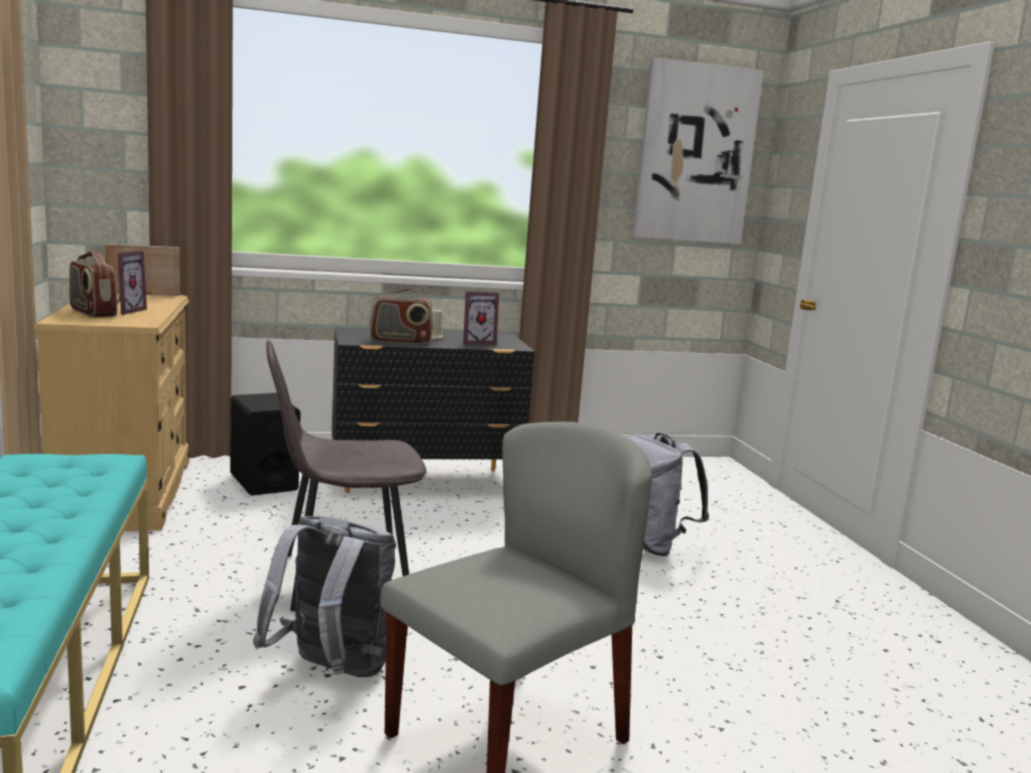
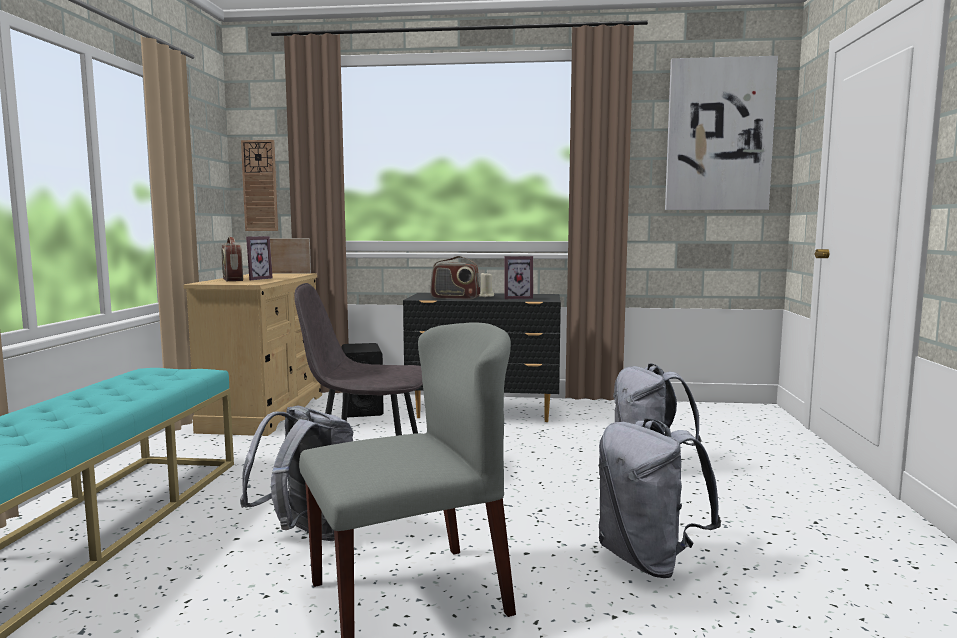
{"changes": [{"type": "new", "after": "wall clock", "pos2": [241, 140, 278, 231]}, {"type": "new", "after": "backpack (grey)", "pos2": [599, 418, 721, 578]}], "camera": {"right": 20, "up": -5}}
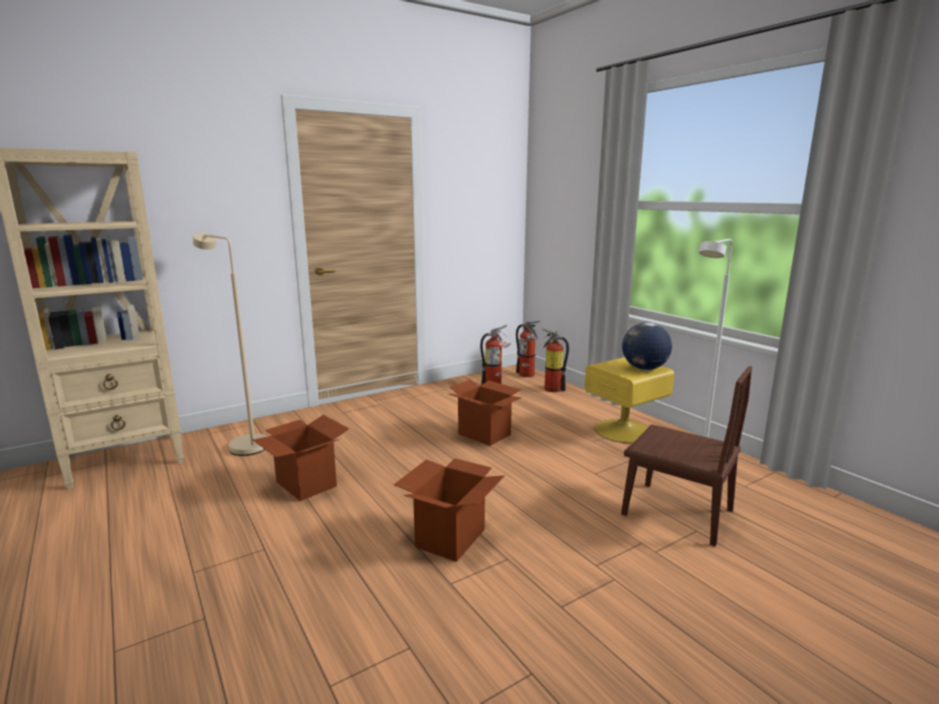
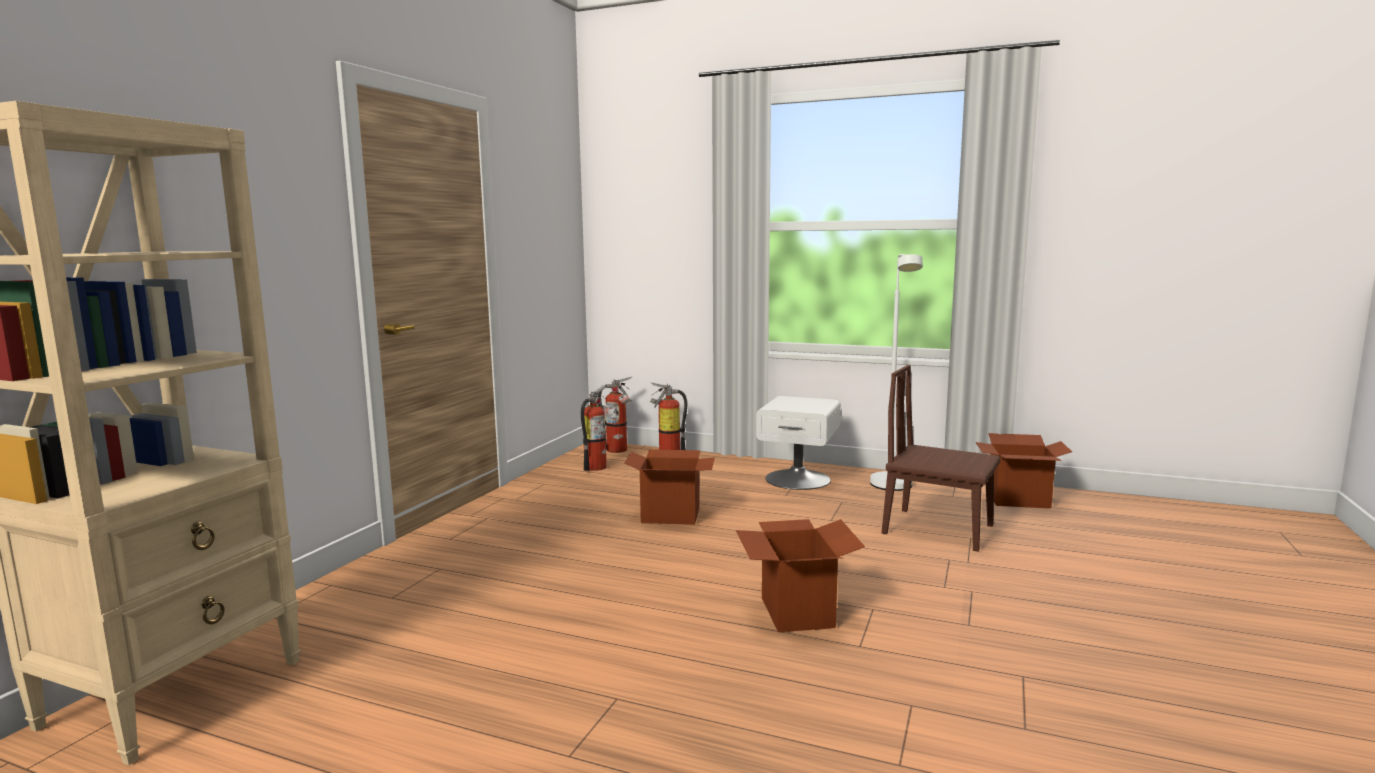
{"changes": [{"type": "repainted", "before": "nightstand (yellow)", "after": "nightstand (white)", "pos1": [585, 357, 675, 443], "pos2": [756, 396, 841, 490]}, {"type": "rotated", "before": "chair (brown)", "pos1": [621, 366, 752, 546], "pos2": [882, 365, 1000, 552], "turn": -150}, {"type": "shifted", "before": "cardboard box", "pos1": [253, 415, 349, 501], "pos2": [976, 433, 1072, 509]}, {"type": "gone", "before": "floor lamp (beige)", "pos1": [193, 233, 267, 456]}, {"type": "gone", "before": "globe", "pos1": [622, 323, 672, 370]}], "camera": {"right": -35, "up": -5}}
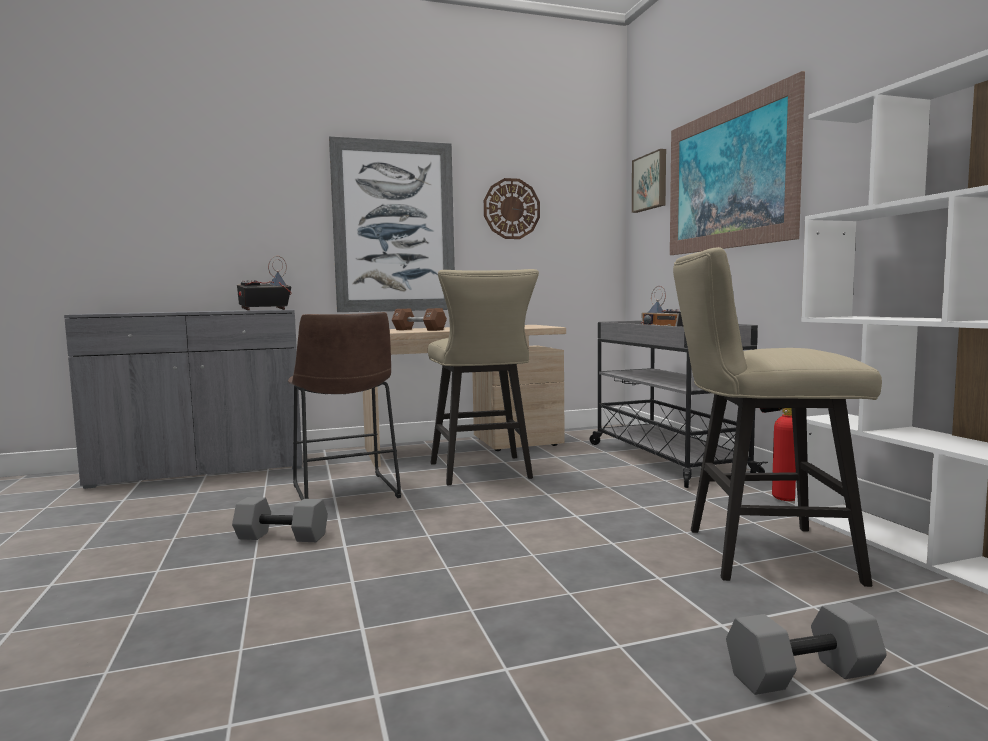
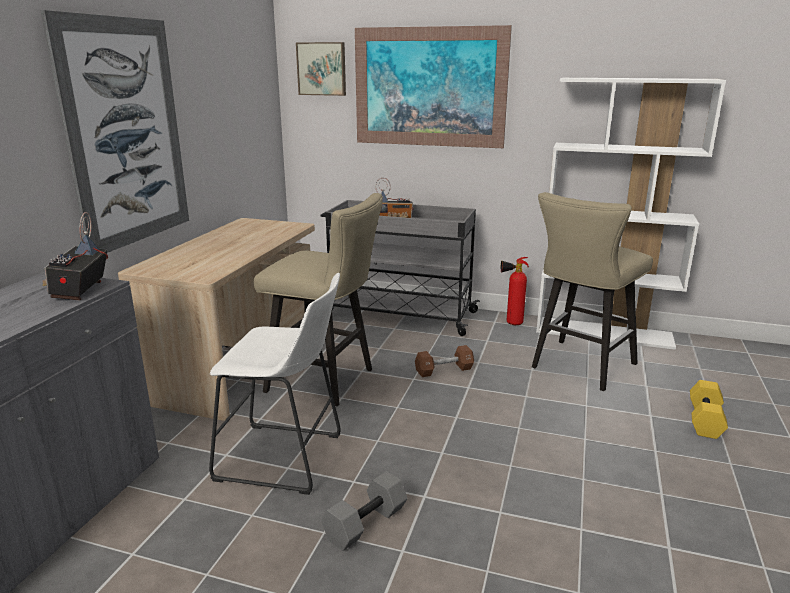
{"changes": [{"type": "repainted", "before": "stool (brown)", "after": "stool (white)", "pos1": [288, 312, 401, 501], "pos2": [209, 273, 341, 495]}, {"type": "shifted", "before": "dumbbell (brown)", "pos1": [392, 308, 447, 331], "pos2": [415, 345, 474, 377]}, {"type": "repainted", "before": "dumbbell (grey)", "after": "dumbbell (yellow)", "pos1": [726, 602, 887, 695], "pos2": [690, 380, 728, 439]}, {"type": "gone", "before": "wall clock", "pos1": [484, 178, 540, 239]}], "camera": {"right": -55, "up": 15}}
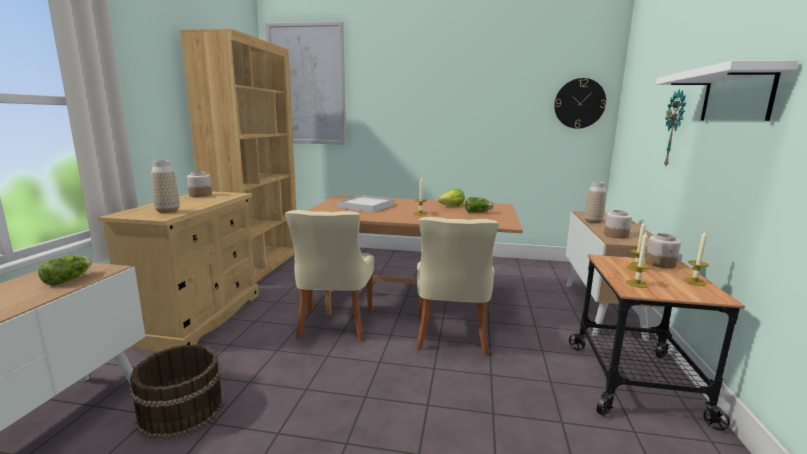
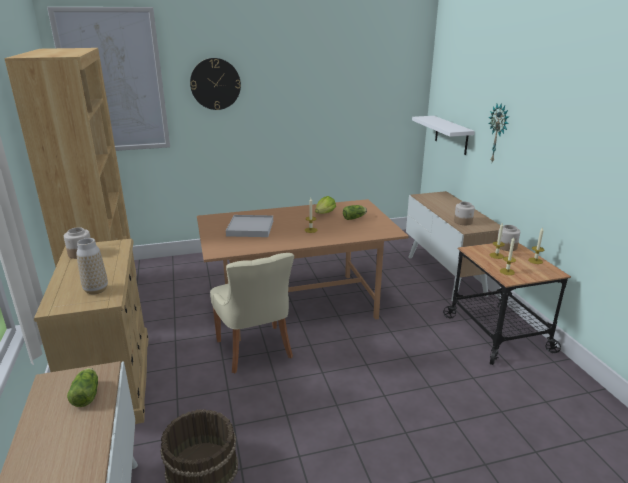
{"changes": [{"type": "shifted", "before": "wall clock", "pos1": [554, 78, 606, 129], "pos2": [190, 58, 241, 110]}, {"type": "shifted", "before": "shelf (white)", "pos1": [656, 60, 798, 121], "pos2": [412, 116, 475, 155]}, {"type": "gone", "before": "chair (beige)", "pos1": [416, 217, 499, 356]}, {"type": "gone", "before": "vase", "pos1": [584, 181, 606, 224]}], "camera": {"right": -25, "up": 10}}
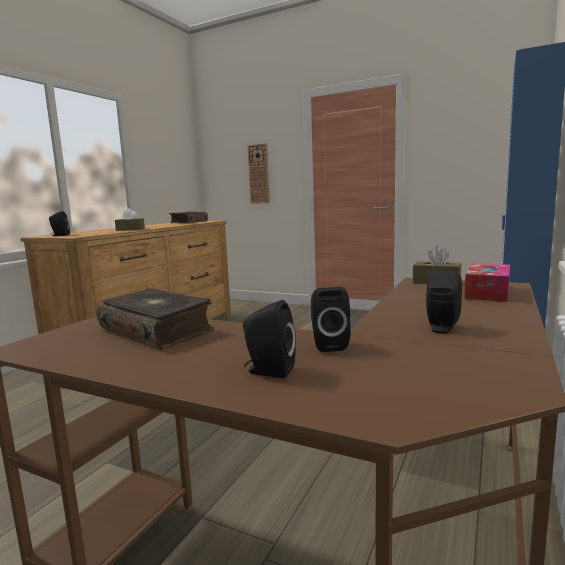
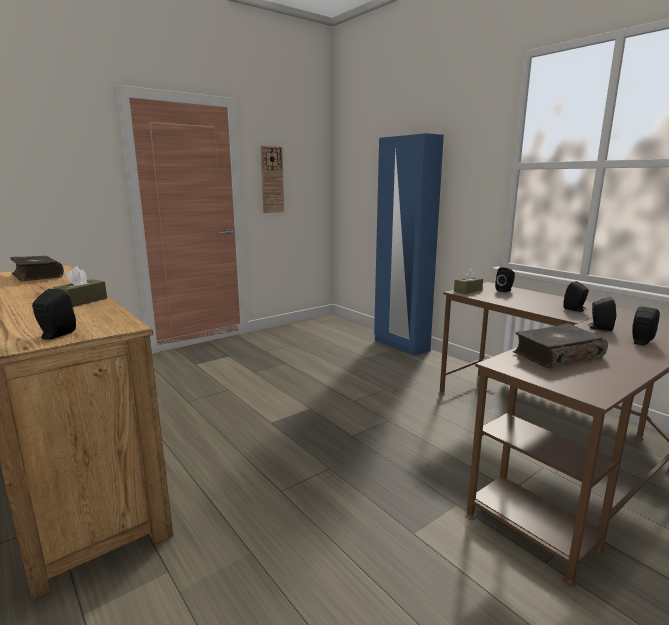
{"changes": [{"type": "shifted", "before": "wall clock", "pos1": [247, 143, 270, 204], "pos2": [261, 146, 284, 213]}, {"type": "swapped", "before": "tissue box", "after": "speaker (black)", "pos1": [464, 263, 510, 302], "pos2": [495, 267, 515, 292]}], "camera": {"right": -65, "up": 5}}
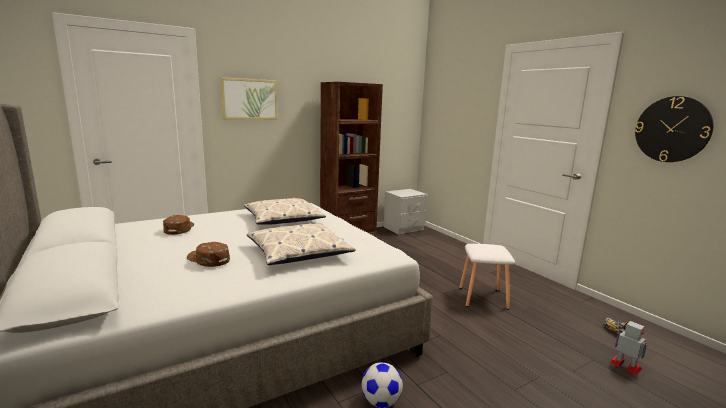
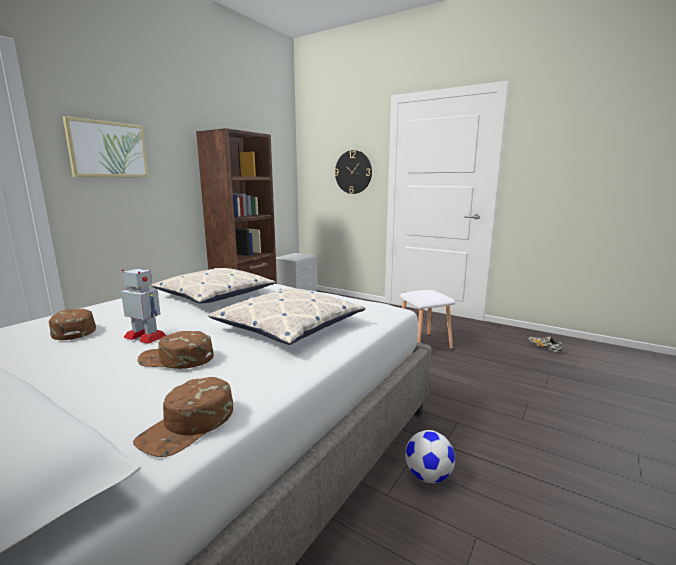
{"changes": [{"type": "shifted", "before": "toy robot", "pos1": [609, 321, 648, 375], "pos2": [121, 269, 167, 344]}, {"type": "new", "after": "cap (brown)", "pos2": [133, 377, 233, 457]}, {"type": "shifted", "before": "wall clock", "pos1": [635, 96, 713, 162], "pos2": [335, 150, 372, 194]}], "camera": {"right": -25, "up": 0}}
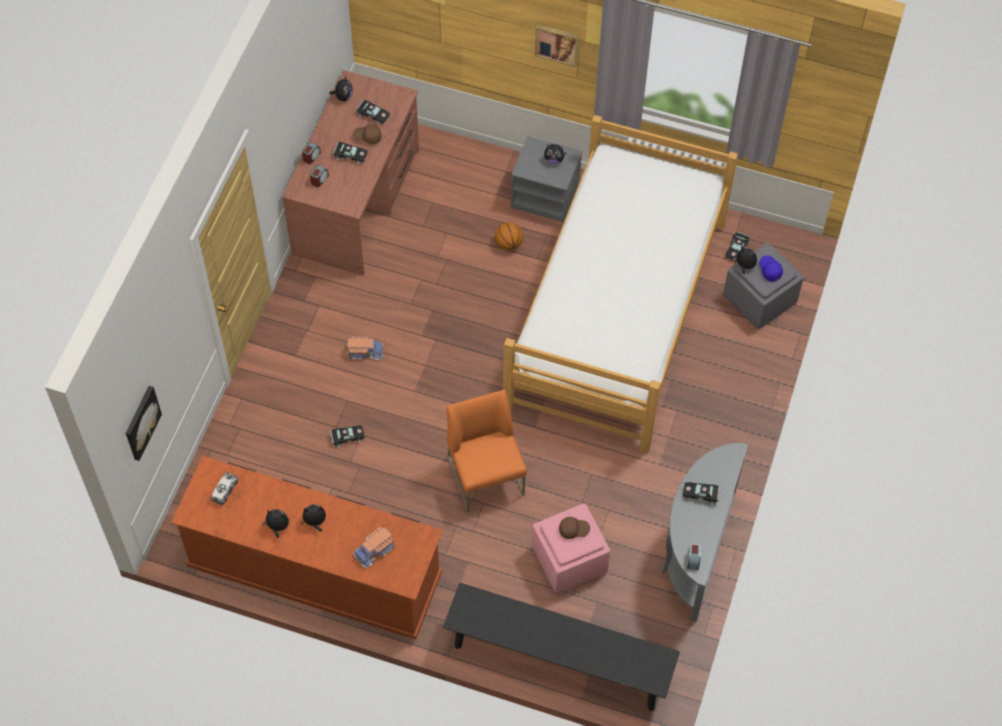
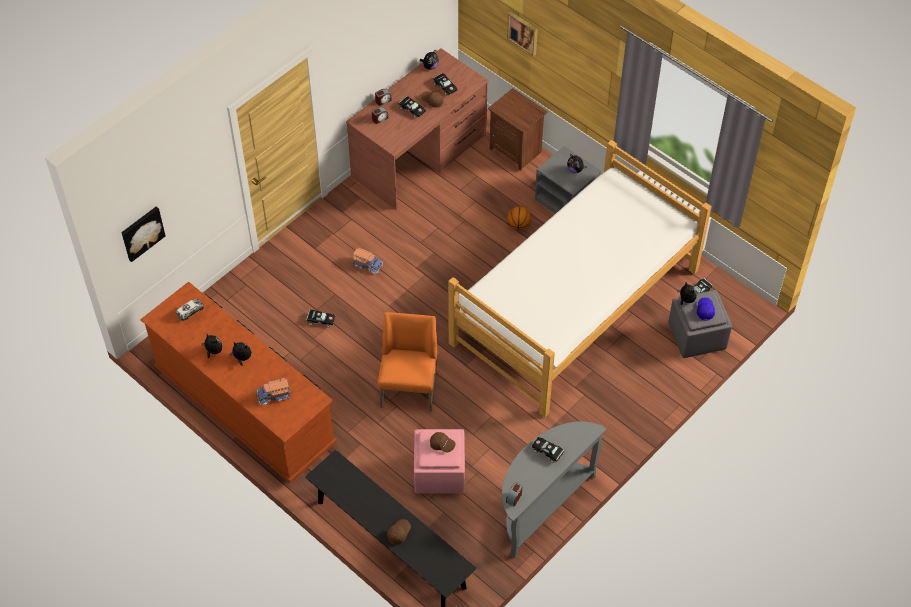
{"changes": [{"type": "new", "after": "cap (brown)", "pos2": [387, 519, 411, 545]}, {"type": "new", "after": "nightstand (brown)", "pos2": [488, 88, 548, 171]}, {"type": "shifted", "before": "picture", "pos1": [535, 24, 579, 67], "pos2": [507, 12, 538, 56]}], "camera": {"right": 25, "up": -5}}
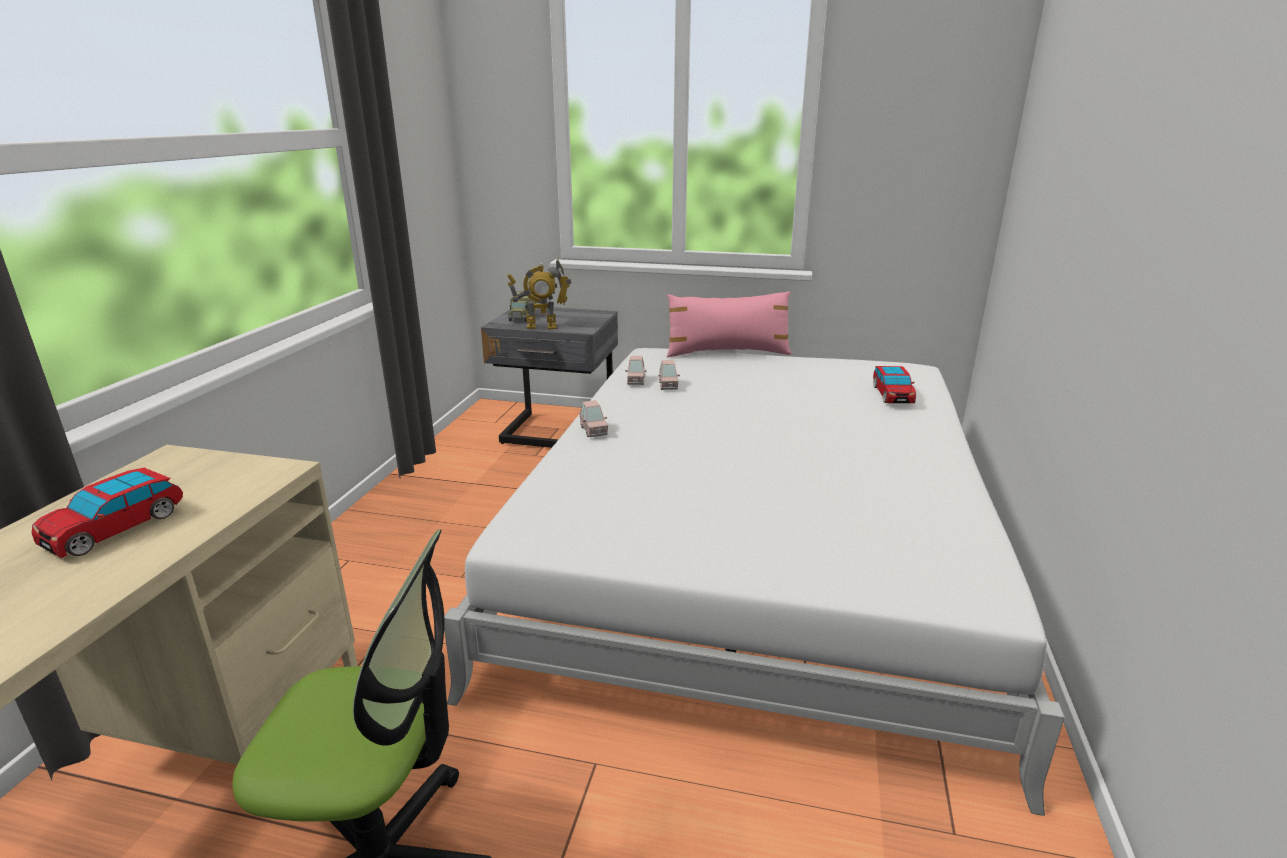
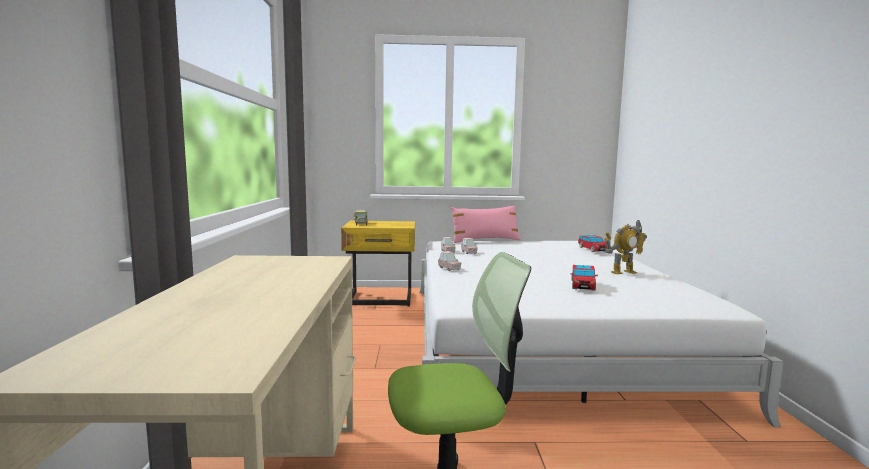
{"changes": [{"type": "repainted", "before": "nightstand (grey)", "after": "nightstand (yellow)", "pos1": [481, 307, 618, 448], "pos2": [341, 221, 415, 306]}, {"type": "shifted", "before": "toy car", "pos1": [32, 468, 183, 558], "pos2": [571, 265, 598, 290]}, {"type": "shifted", "before": "toy robot", "pos1": [507, 260, 572, 329], "pos2": [604, 220, 647, 274]}], "camera": {"right": -15, "up": -15}}
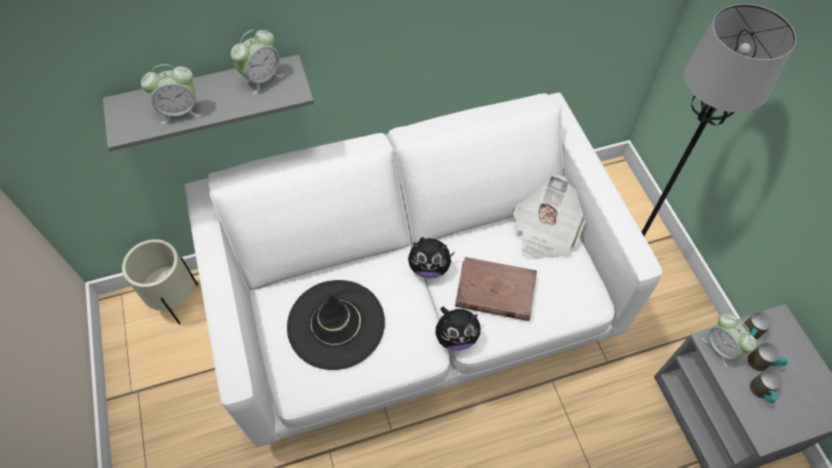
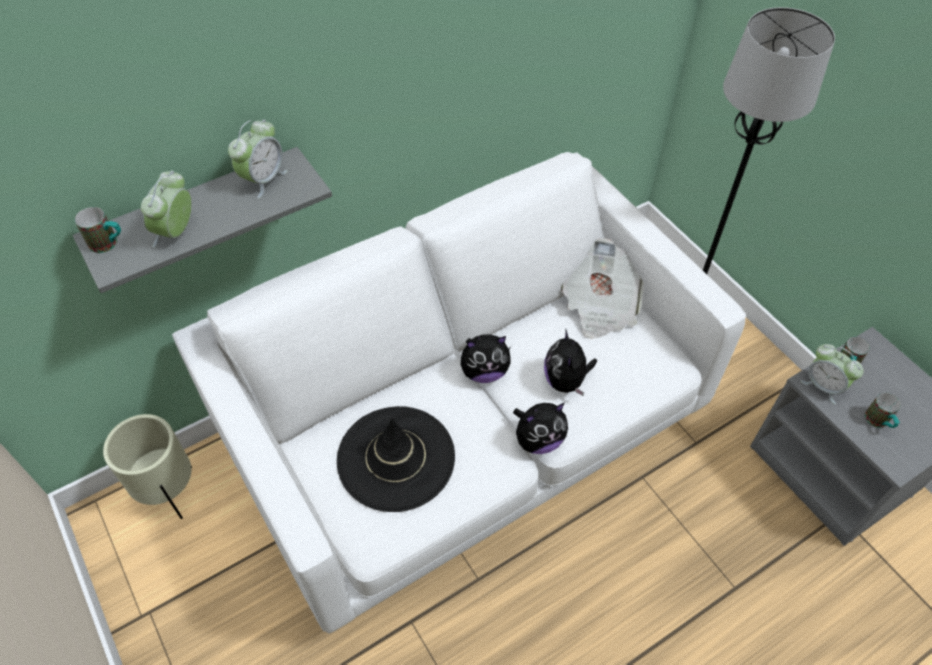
{"changes": [{"type": "shifted", "before": "mug", "pos1": [747, 342, 788, 371], "pos2": [75, 207, 121, 253]}, {"type": "rotated", "before": "alarm clock", "pos1": [141, 64, 202, 124], "pos2": [141, 171, 192, 248], "turn": 135}, {"type": "swapped", "before": "book (brown)", "after": "plush toy", "pos1": [455, 257, 537, 321], "pos2": [544, 329, 597, 396]}], "camera": {"right": -15, "up": -5}}
